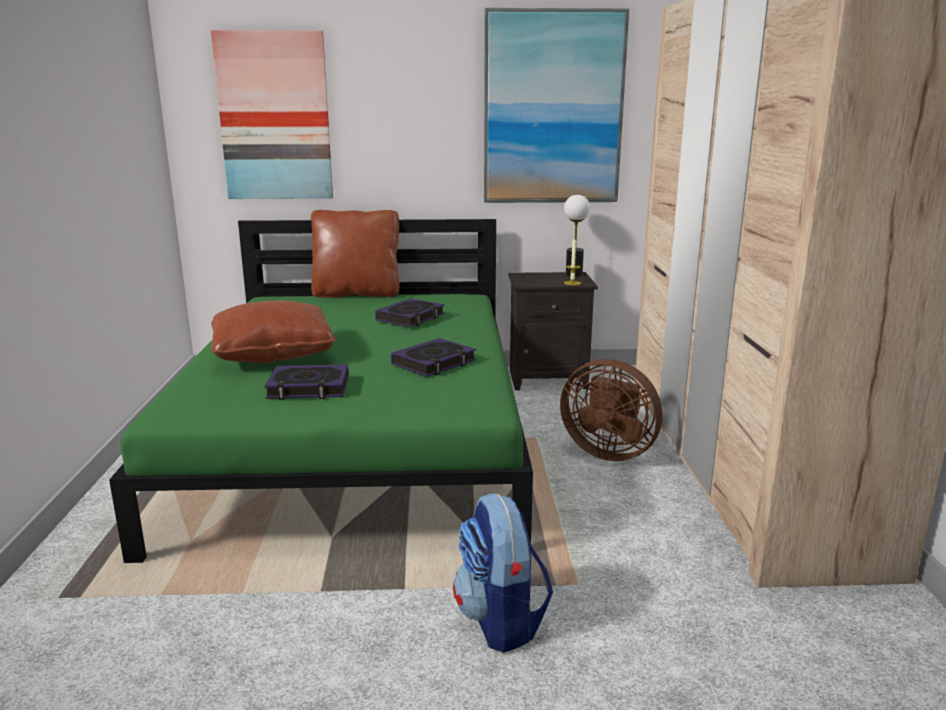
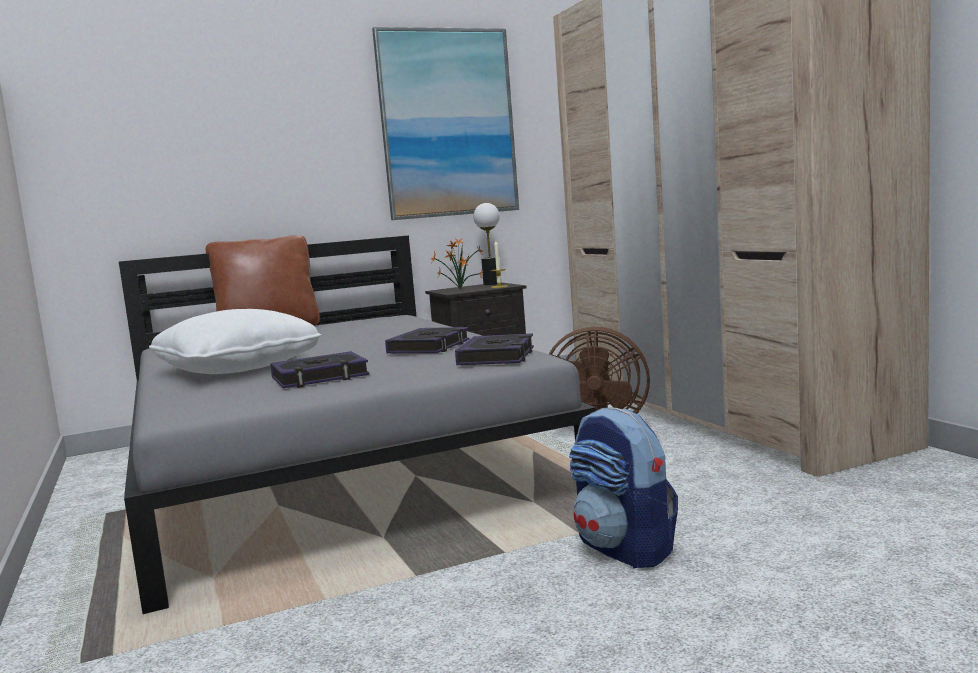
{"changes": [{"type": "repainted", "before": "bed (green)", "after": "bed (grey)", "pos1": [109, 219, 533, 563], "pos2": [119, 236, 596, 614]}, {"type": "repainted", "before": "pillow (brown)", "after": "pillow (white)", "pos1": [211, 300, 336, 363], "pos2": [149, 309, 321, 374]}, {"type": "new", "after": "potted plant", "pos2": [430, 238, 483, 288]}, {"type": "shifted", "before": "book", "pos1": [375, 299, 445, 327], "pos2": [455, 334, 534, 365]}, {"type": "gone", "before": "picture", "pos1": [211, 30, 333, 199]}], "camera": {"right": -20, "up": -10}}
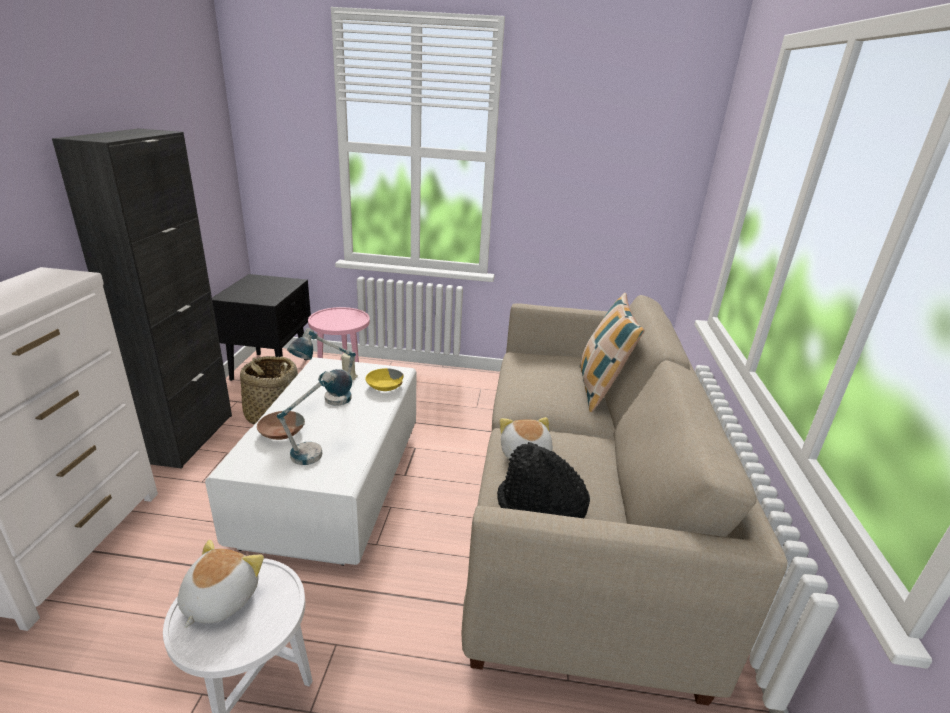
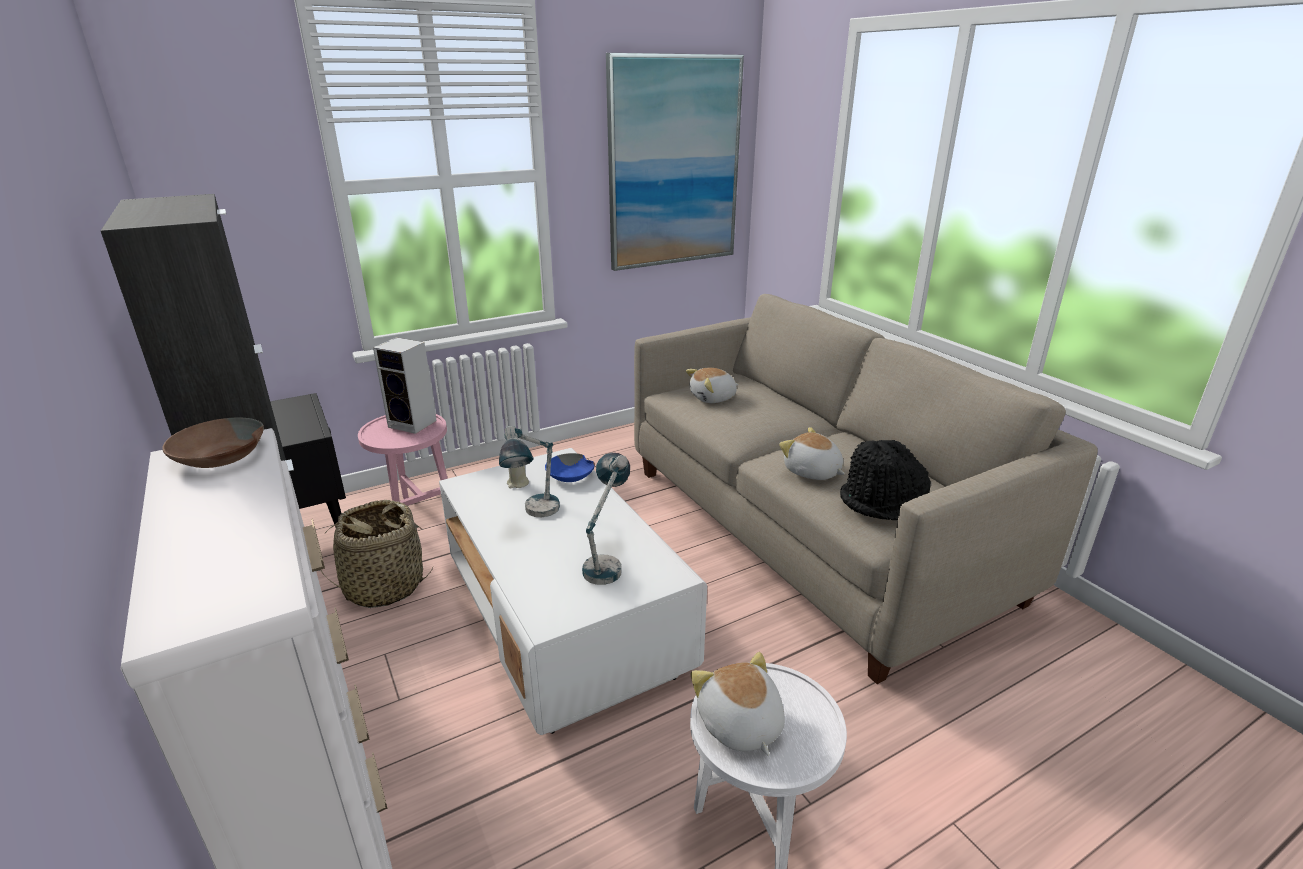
{"changes": [{"type": "shifted", "before": "bowl (brown)", "pos1": [257, 411, 305, 440], "pos2": [162, 418, 264, 468]}, {"type": "new", "after": "speaker", "pos2": [373, 337, 437, 434]}, {"type": "repainted", "before": "bowl (yellow)", "after": "bowl (blue)", "pos1": [365, 368, 404, 391], "pos2": [545, 453, 595, 482]}, {"type": "new", "after": "picture", "pos2": [606, 53, 744, 271]}, {"type": "new", "after": "plush toy", "pos2": [686, 368, 738, 403]}, {"type": "gone", "before": "pillow", "pos1": [580, 293, 644, 412]}], "camera": {"right": -35, "up": 0}}
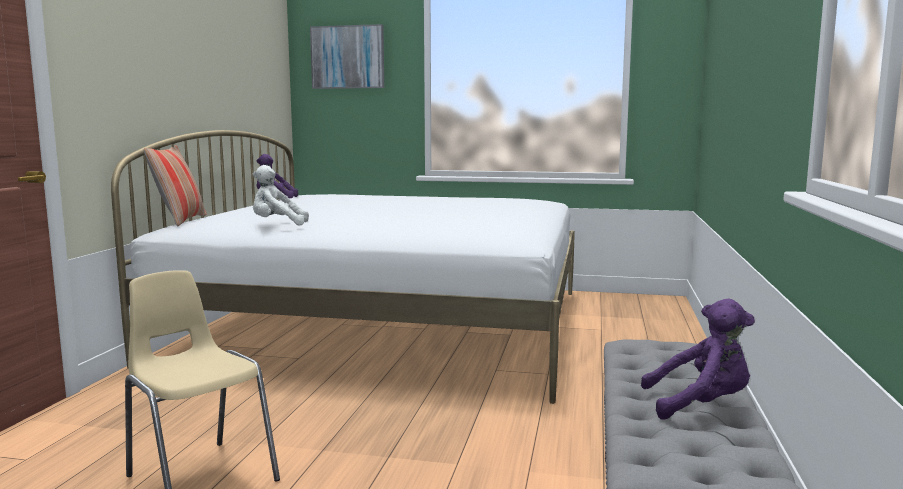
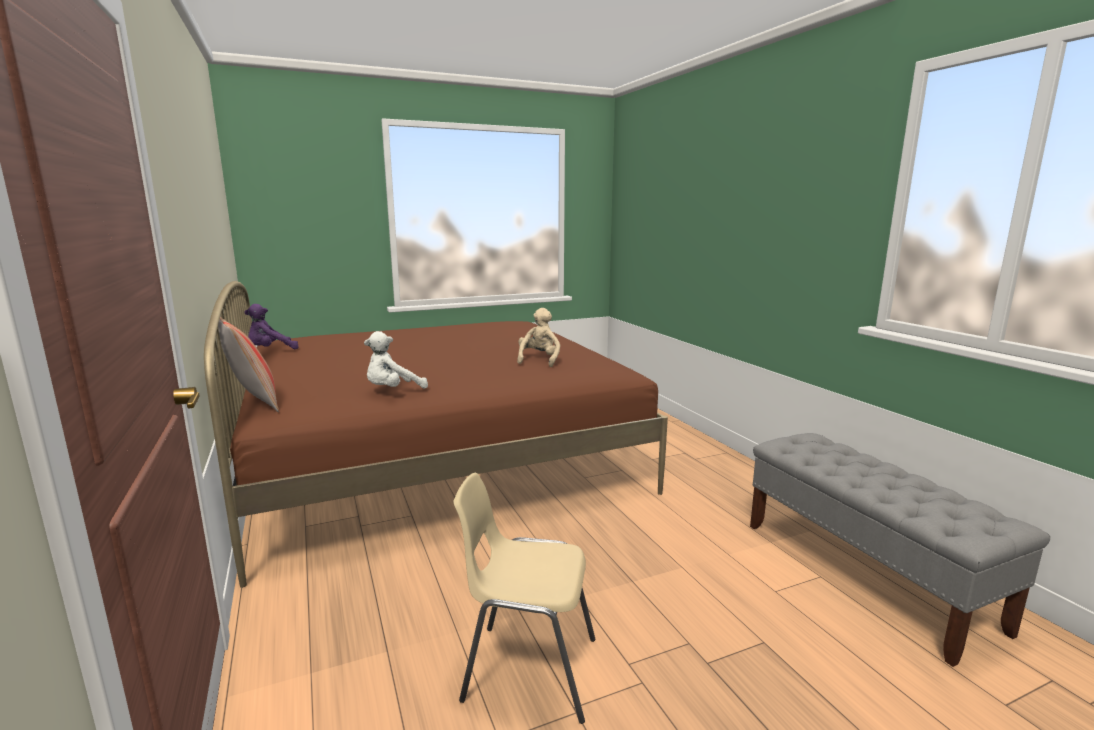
{"changes": [{"type": "repainted", "before": "bed (white)", "after": "bed (brown)", "pos1": [111, 130, 575, 404], "pos2": [204, 281, 668, 588]}, {"type": "new", "after": "plush toy (beige)", "pos2": [517, 308, 560, 367]}, {"type": "gone", "before": "picture", "pos1": [310, 24, 384, 89]}, {"type": "gone", "before": "plush toy (purple)", "pos1": [641, 299, 755, 420]}], "camera": {"right": -35, "up": 5}}
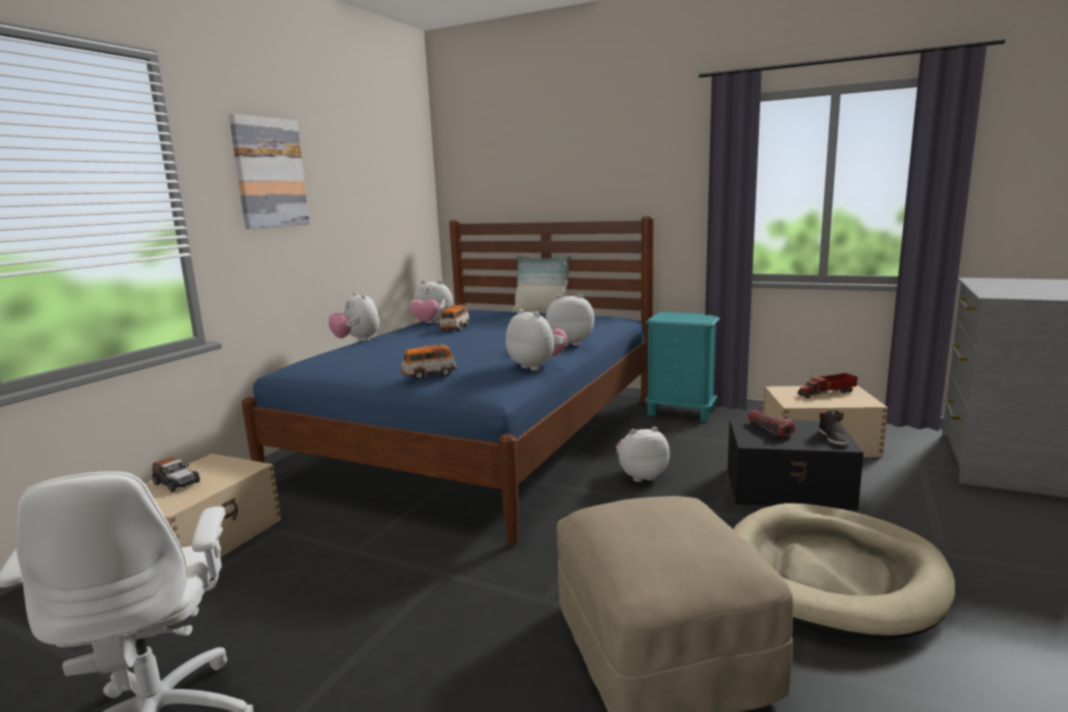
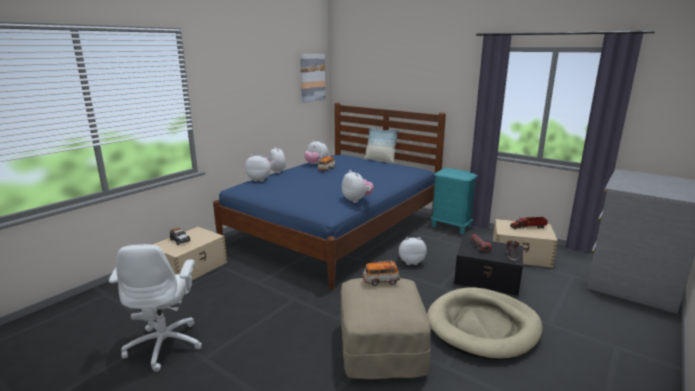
{"changes": [{"type": "shifted", "before": "plush toy", "pos1": [546, 293, 595, 346], "pos2": [245, 155, 271, 182]}, {"type": "shifted", "before": "picture", "pos1": [229, 114, 310, 229], "pos2": [300, 54, 325, 103]}, {"type": "shifted", "before": "toy car", "pos1": [401, 343, 457, 380], "pos2": [363, 261, 400, 286]}], "camera": {"right": 10, "up": 5}}
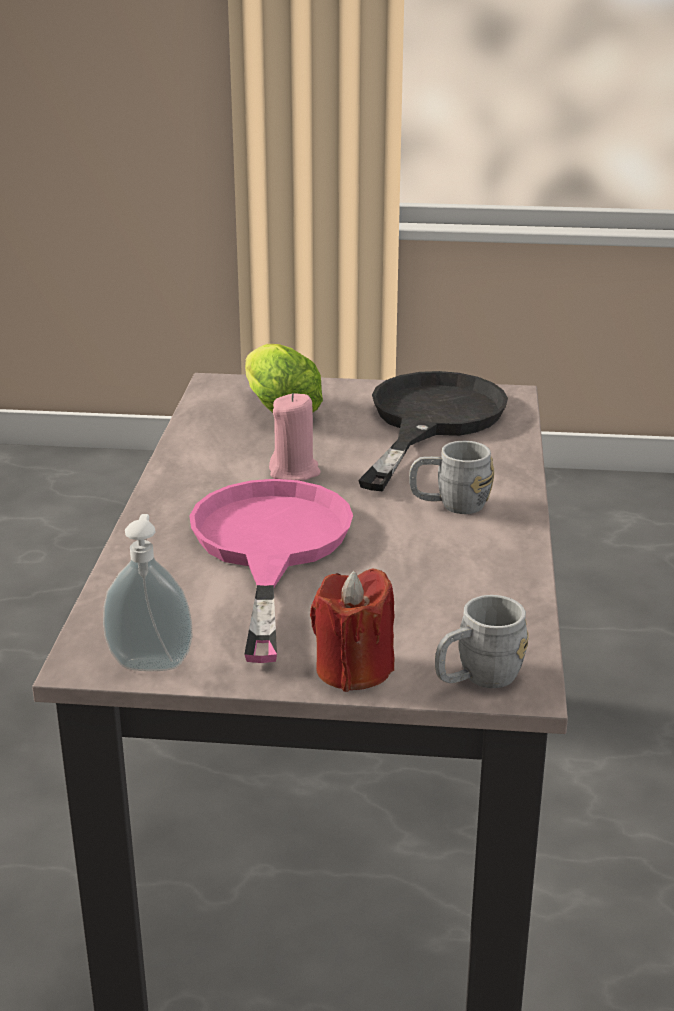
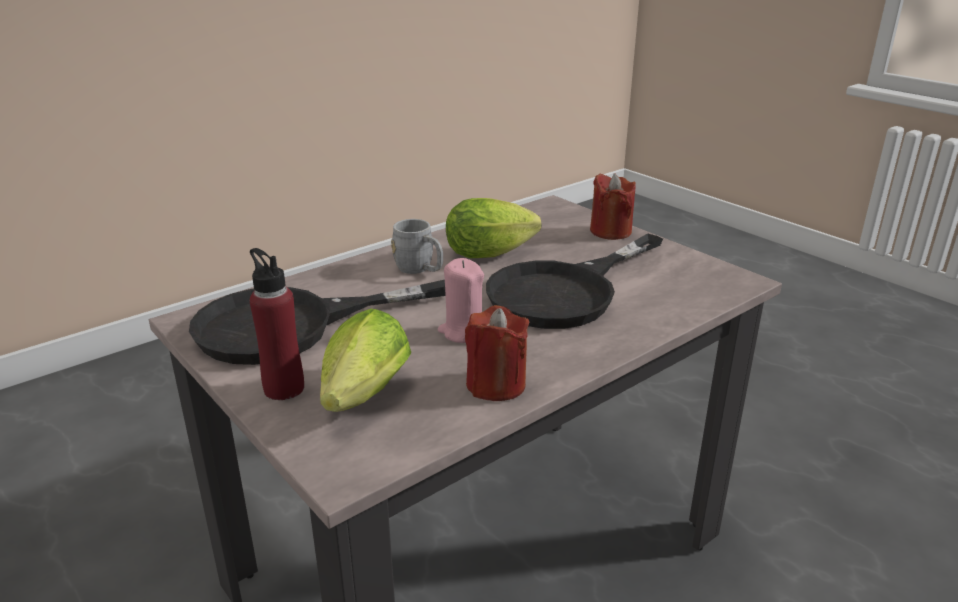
{"changes": [{"type": "new", "after": "bottle (red)", "pos2": [250, 248, 304, 400]}, {"type": "new", "after": "lettuce", "pos2": [446, 198, 541, 258]}, {"type": "new", "after": "candle (red)", "pos2": [465, 305, 529, 401]}, {"type": "repainted", "before": "frying pan (pink)", "after": "frying pan (black)", "pos1": [190, 479, 353, 663], "pos2": [486, 233, 663, 329]}, {"type": "gone", "before": "soap dispenser", "pos1": [103, 514, 193, 671]}, {"type": "gone", "before": "mug (grey)", "pos1": [435, 595, 529, 688]}], "camera": {"right": -135, "up": 0}}
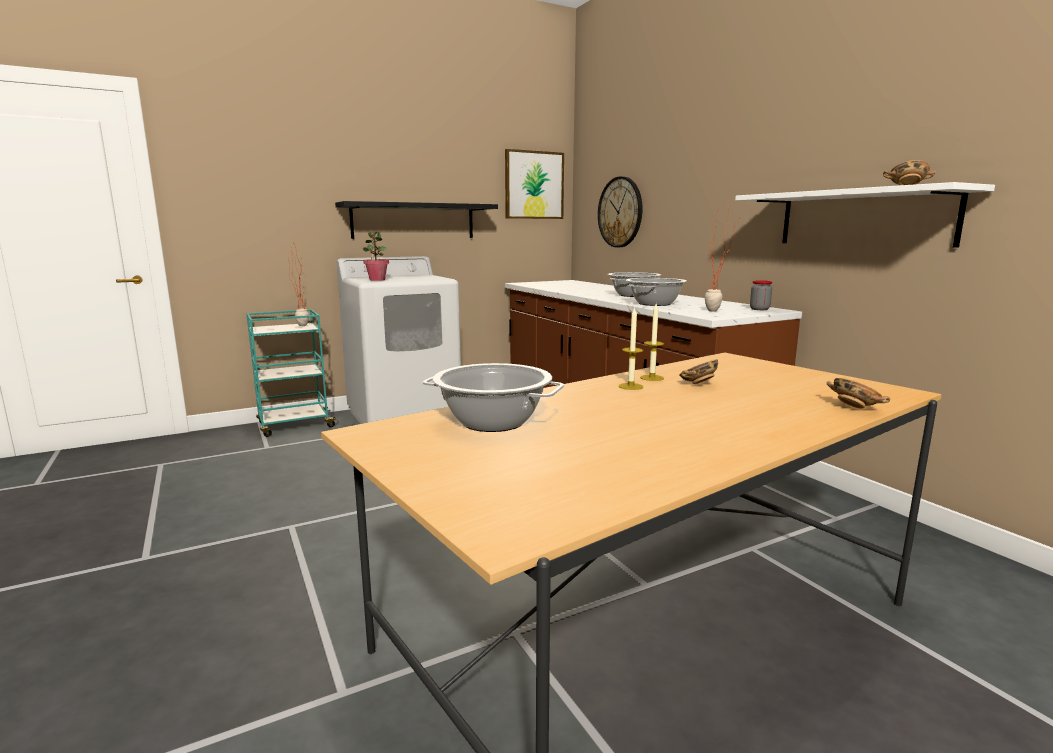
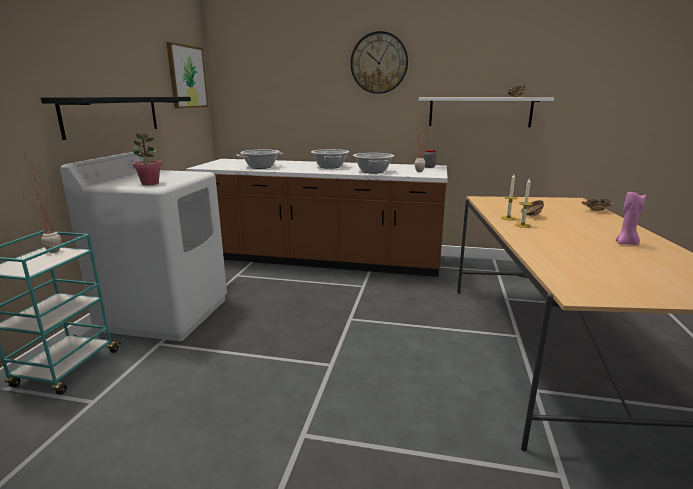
{"changes": [{"type": "shifted", "before": "cooking pot", "pos1": [423, 363, 564, 432], "pos2": [237, 150, 284, 169]}, {"type": "shifted", "before": "wall clock", "pos1": [598, 176, 643, 248], "pos2": [350, 31, 408, 94]}, {"type": "new", "after": "candle (pink)", "pos2": [616, 192, 646, 245]}], "camera": {"right": -50, "up": 5}}
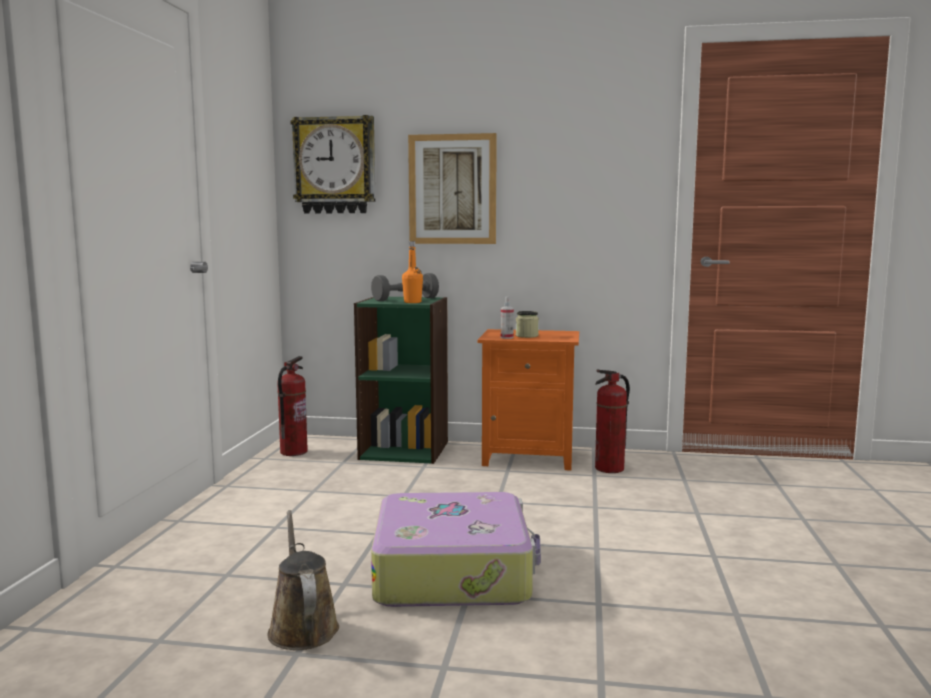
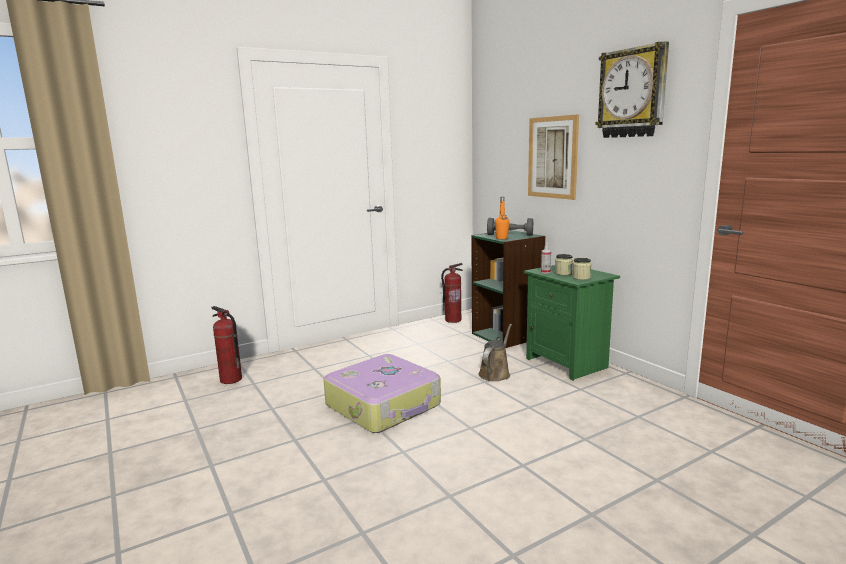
{"changes": [{"type": "shifted", "before": "fire extinguisher", "pos1": [595, 370, 630, 473], "pos2": [211, 306, 242, 384]}, {"type": "shifted", "before": "watering can (brown)", "pos1": [268, 510, 339, 650], "pos2": [478, 324, 512, 381]}, {"type": "repainted", "before": "nightstand (orange)", "after": "nightstand (green)", "pos1": [478, 329, 579, 471], "pos2": [524, 265, 620, 381]}, {"type": "new", "after": "jar", "pos2": [572, 258, 591, 280]}, {"type": "shifted", "before": "wall clock", "pos1": [291, 115, 375, 214], "pos2": [595, 41, 669, 138]}], "camera": {"right": 50, "up": 5}}
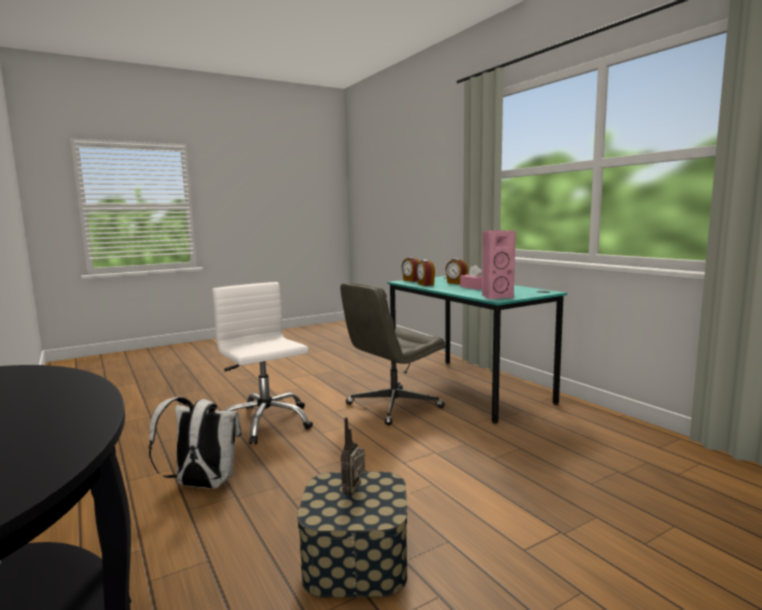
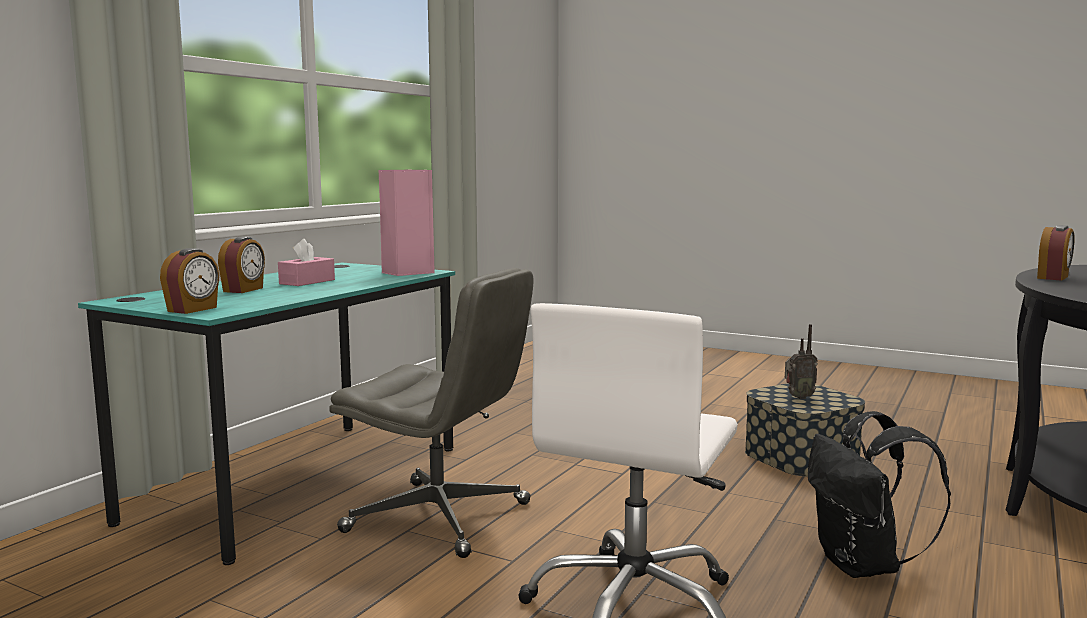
{"changes": [{"type": "repainted", "before": "backpack (white)", "after": "backpack (black)", "pos1": [148, 397, 242, 489], "pos2": [808, 411, 951, 578]}, {"type": "shifted", "before": "alarm clock", "pos1": [416, 260, 435, 286], "pos2": [1037, 225, 1074, 281]}], "camera": {"right": -120, "up": 0}}
